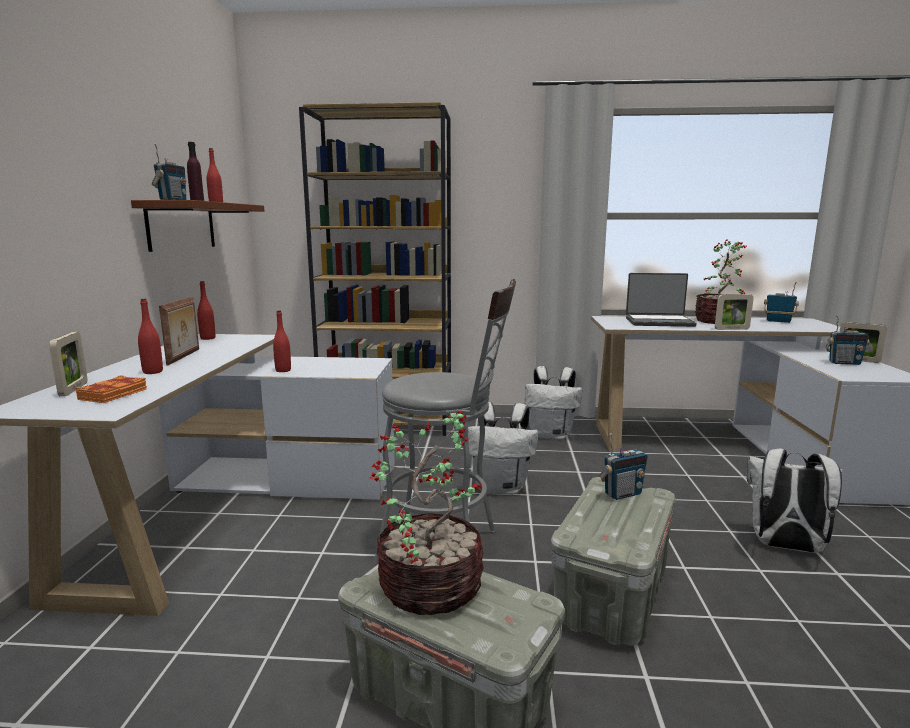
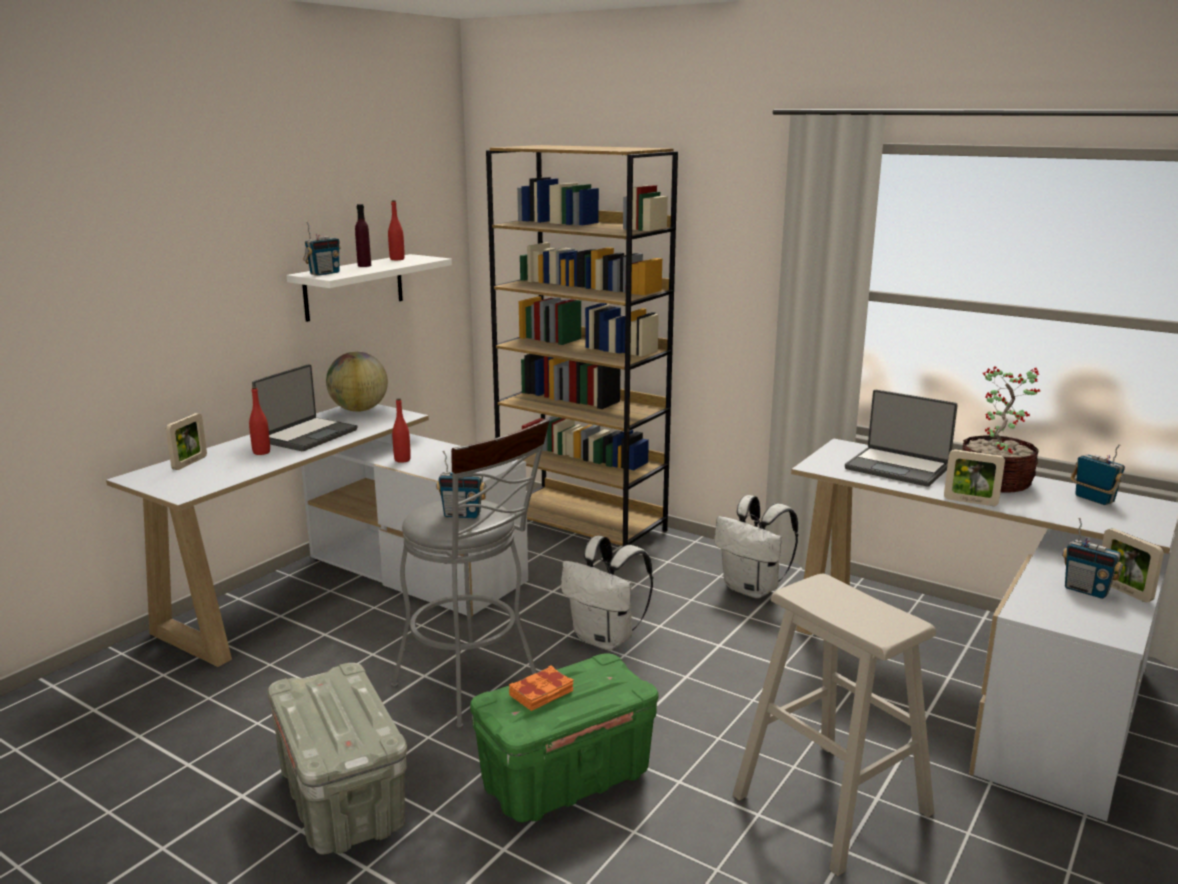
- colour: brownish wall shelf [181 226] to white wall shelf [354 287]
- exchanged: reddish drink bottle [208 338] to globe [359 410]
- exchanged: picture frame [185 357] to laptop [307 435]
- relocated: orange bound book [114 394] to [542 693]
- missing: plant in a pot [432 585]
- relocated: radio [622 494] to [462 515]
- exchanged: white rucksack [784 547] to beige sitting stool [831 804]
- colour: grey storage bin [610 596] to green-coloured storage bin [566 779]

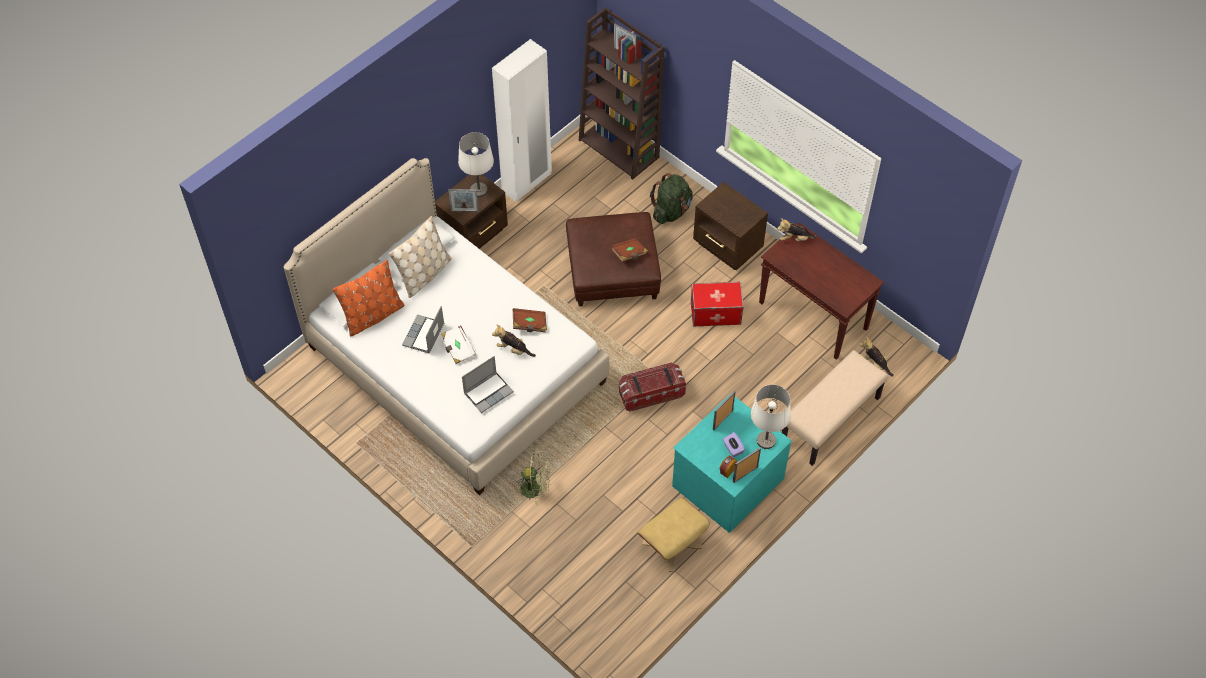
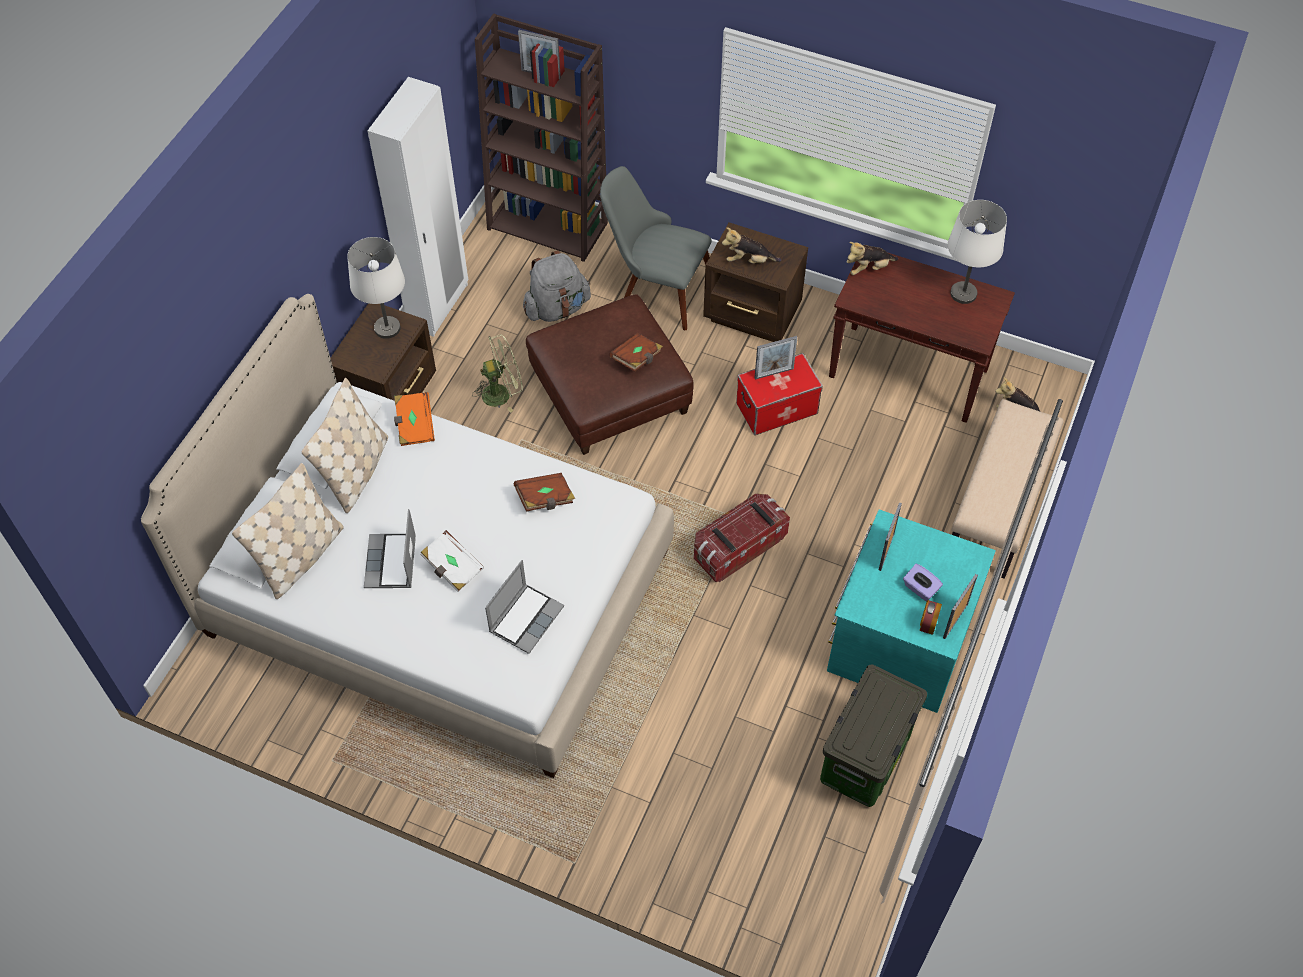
- exchanged: green-coloured rucksack [671 211] to grey upright chair [655 289]
- relocated: picture frame [464 211] to [774 373]
- colour: orange throw pillow [373 316] to beige throw pillow [300 557]
- relocated: soft toy [513 349] to [749 260]
- relocated: white tabletop lamp [765 440] to [963 294]
- relocated: green-coloured fan [535 488] to [502 393]
- exchanged: beige footrest [672 545] to storage bin [866 758]
- appeared: grey rucksack [557 308]
- appeared: orange bound book [414 425]

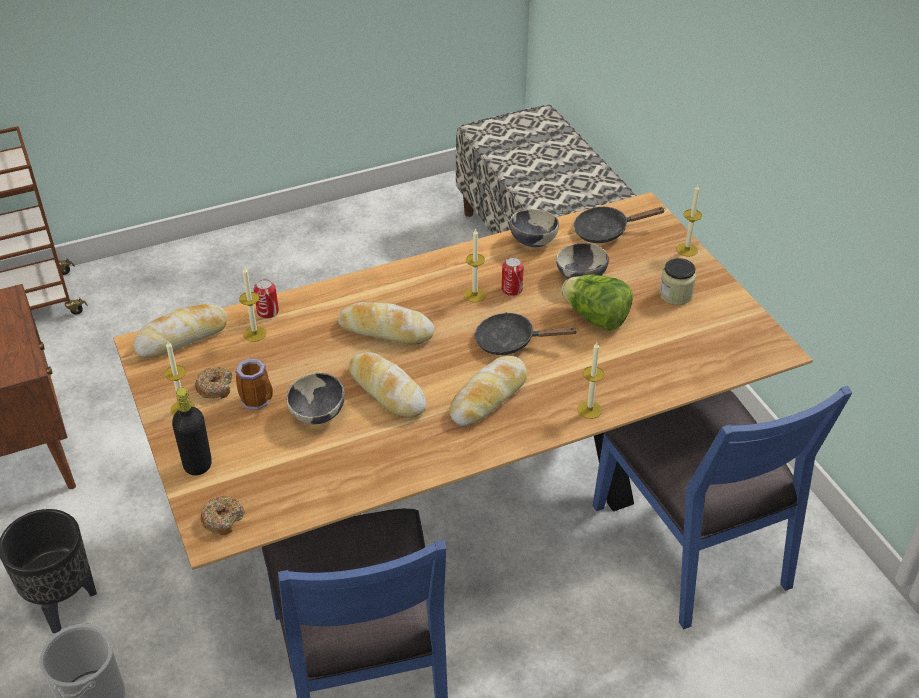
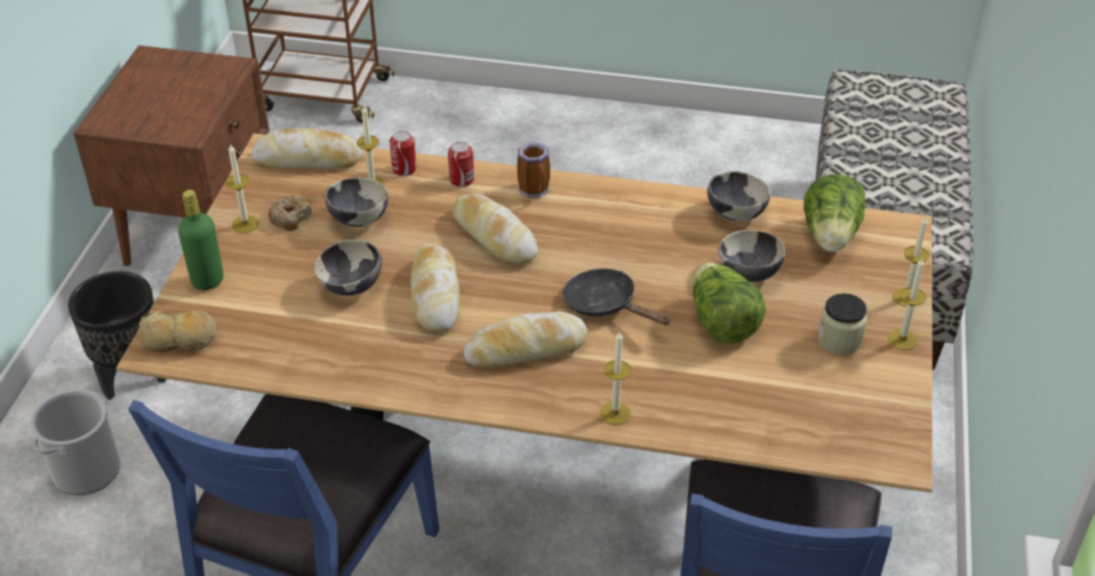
- exchanged: black skillet [606 231] to head of lettuce [830 237]
- relocated: candle [474 295] to [902 339]
- relocated: can [512 289] to [461 180]
- relocated: coffee mug [259 401] to [536 191]
- colour: black drink bottle [197 465] to green-coloured drink bottle [207 280]
- exchanged: doughnut [223 519] to bread [180 339]
- appeared: deep dish [358 219]

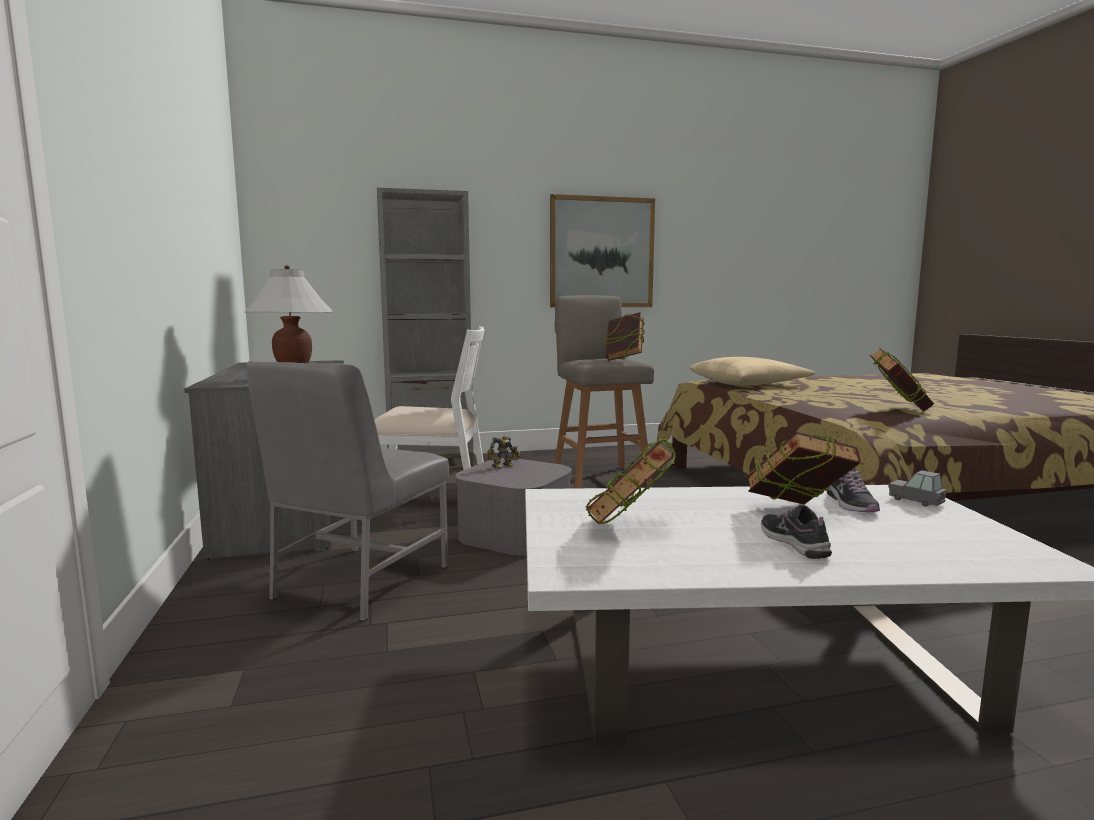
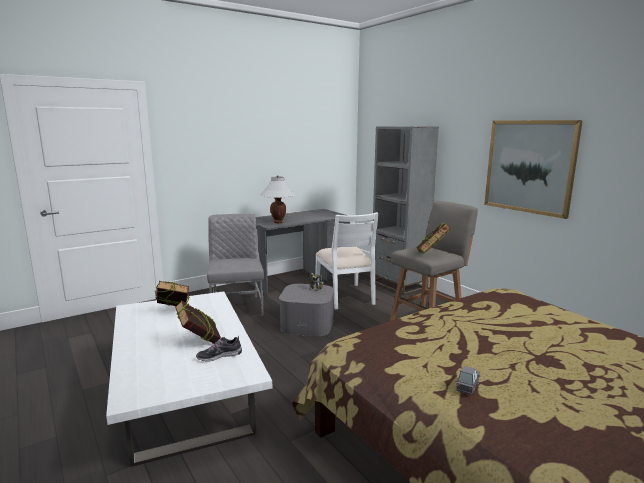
- missing: bound book [898 408]
- missing: beige throw pillow [749 384]
- spun: grey upright chair [358 583] = [237 307] 75 degrees clockwise
- relocated: grey miniature car [915 501] to [467 386]
- missing: low shoe [794 543]

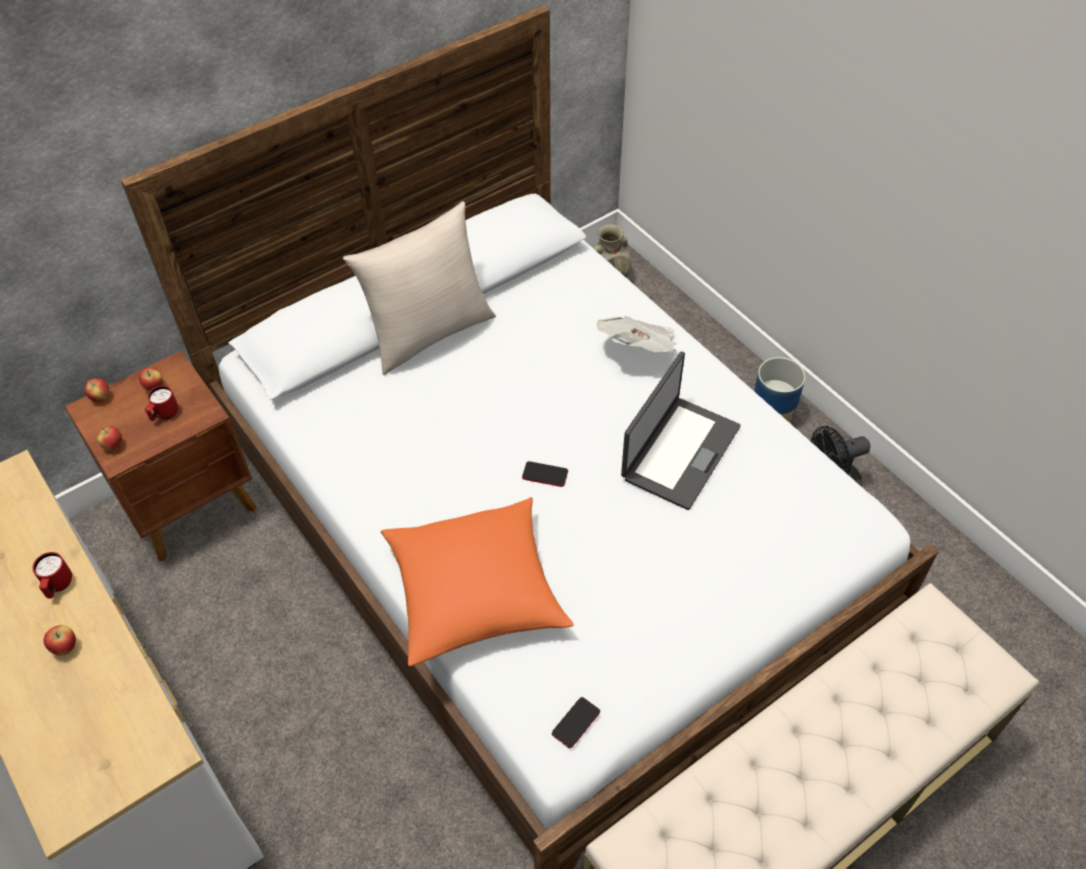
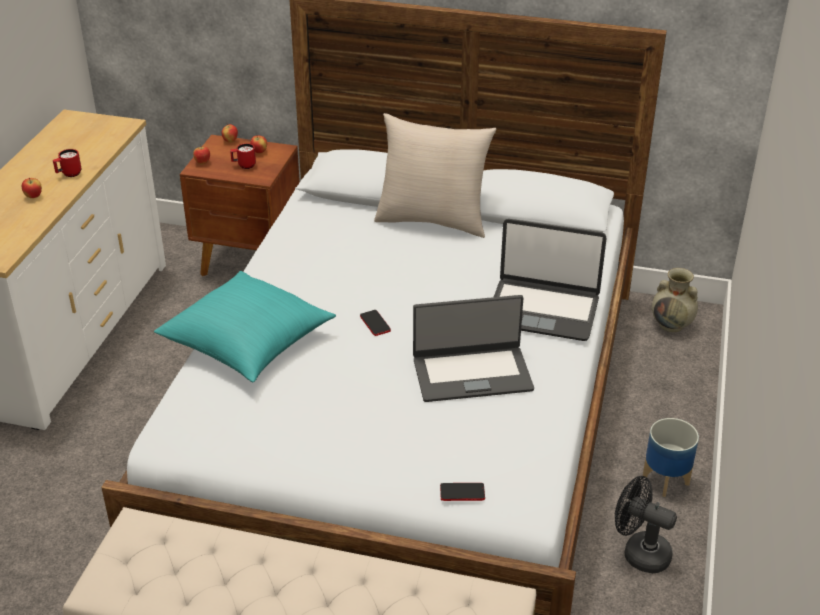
- exchanged: daily paper [639 349] to laptop [543 310]
- colour: orange throw pillow [475 592] to turquoise-coloured throw pillow [247 342]
- relocated: handset [576 723] to [462 492]

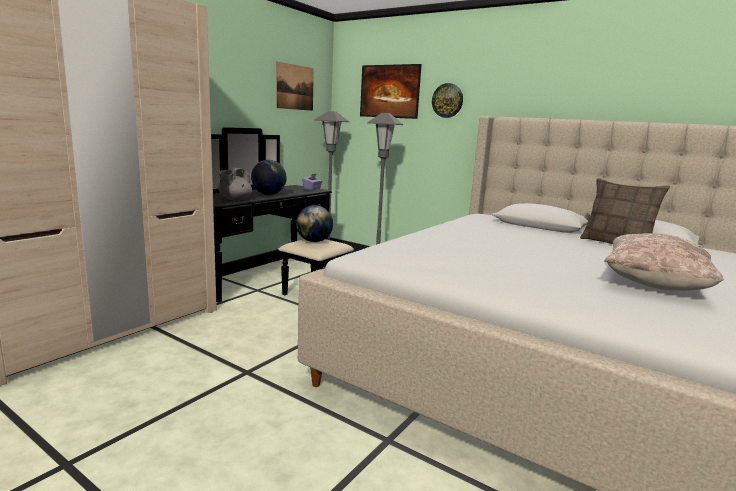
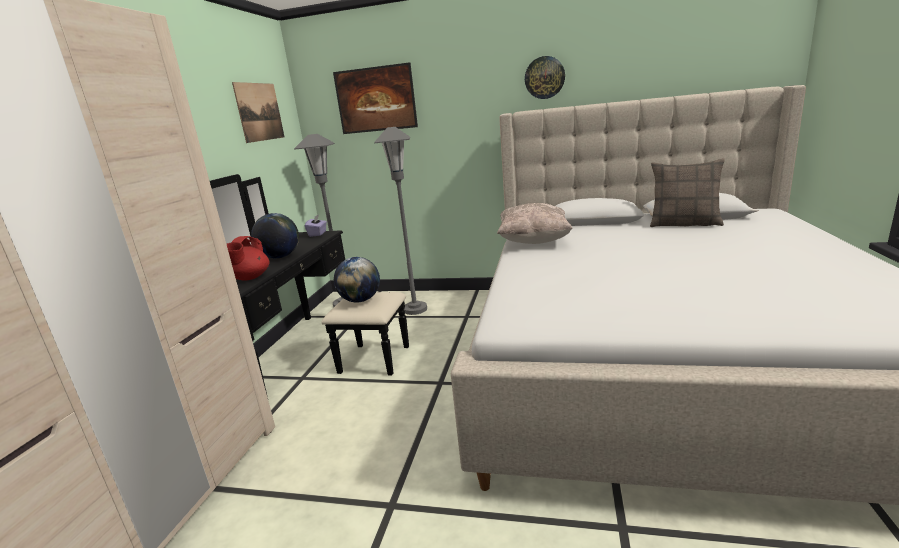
- relocated: wall clock [447 100] to [544 77]
- colour: grey teapot [234 199] to reddish teapot [249 278]
- relocated: beige throw pillow [654 285] to [533 241]

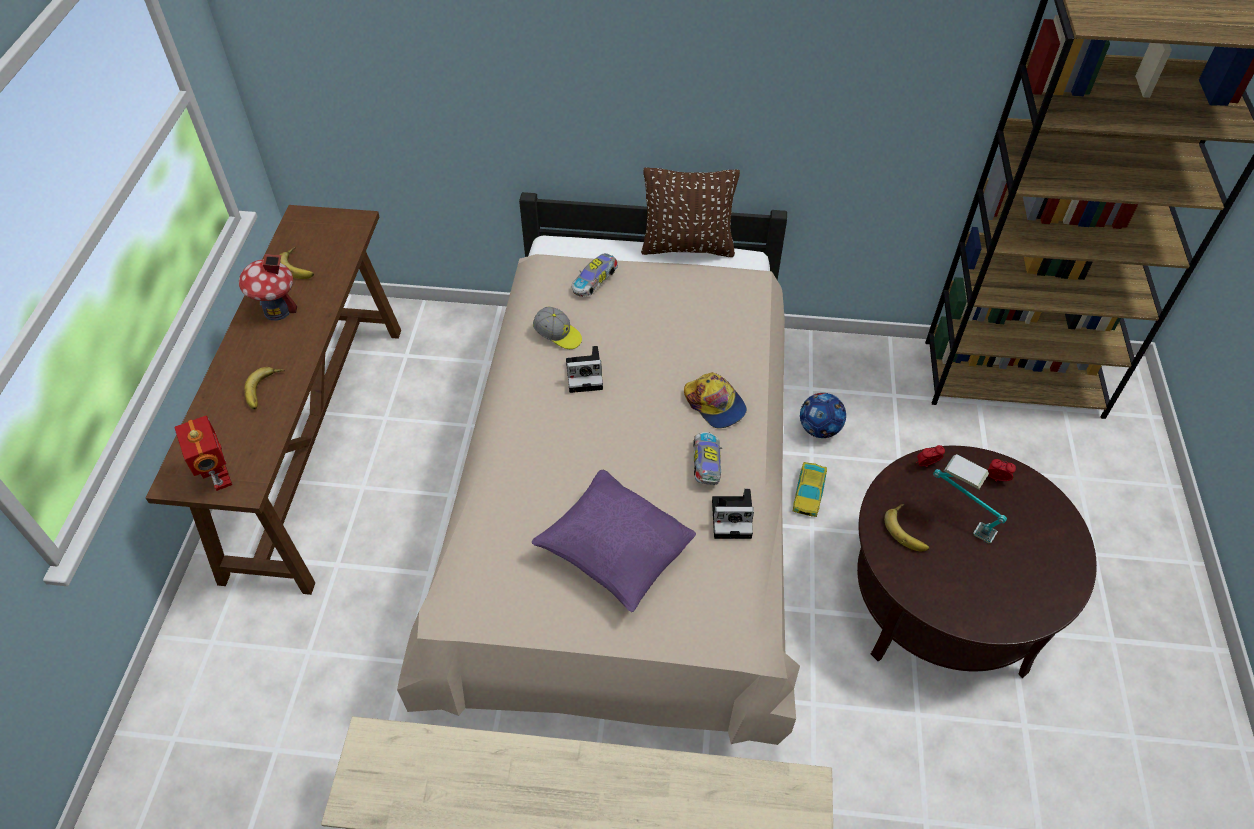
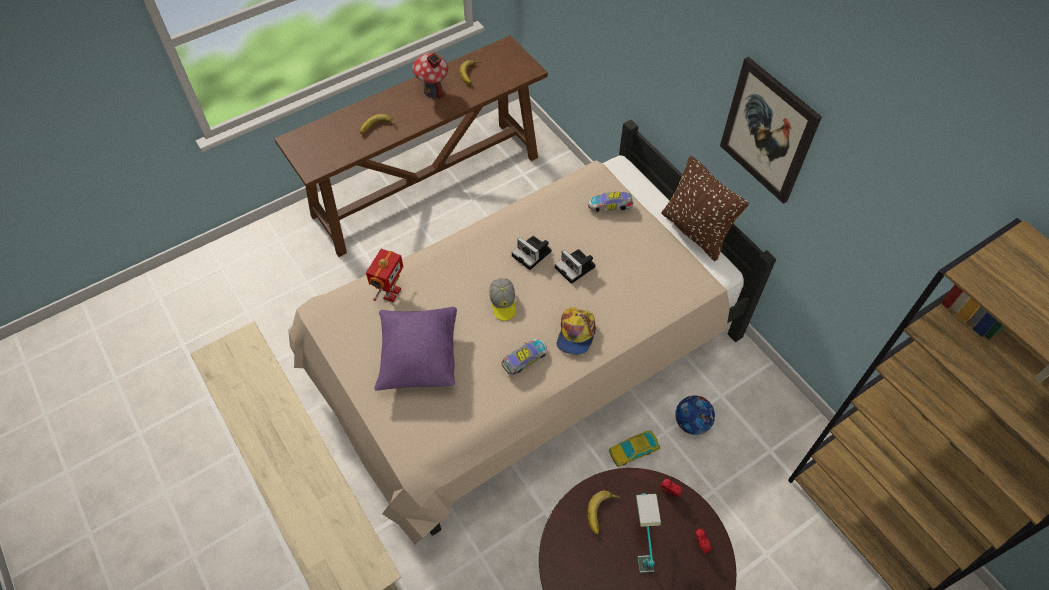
- relocated: peaked cap [558 335] to [503 303]
- relocated: robot figure [219 479] to [390 293]
- relocated: still camera [733 518] to [576 268]
- appeared: wall picture [768 131]

